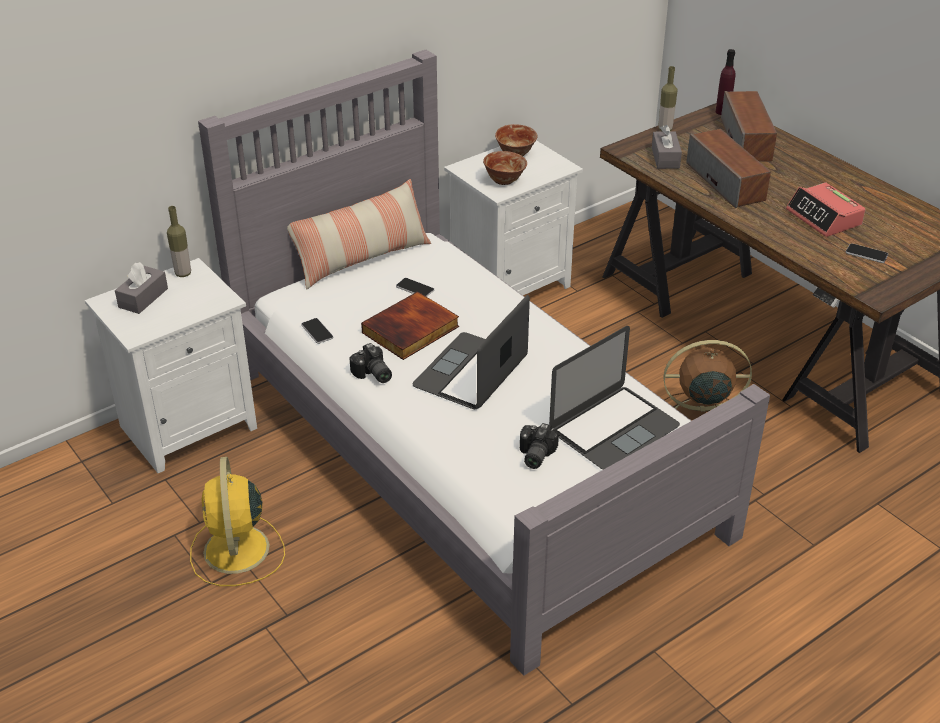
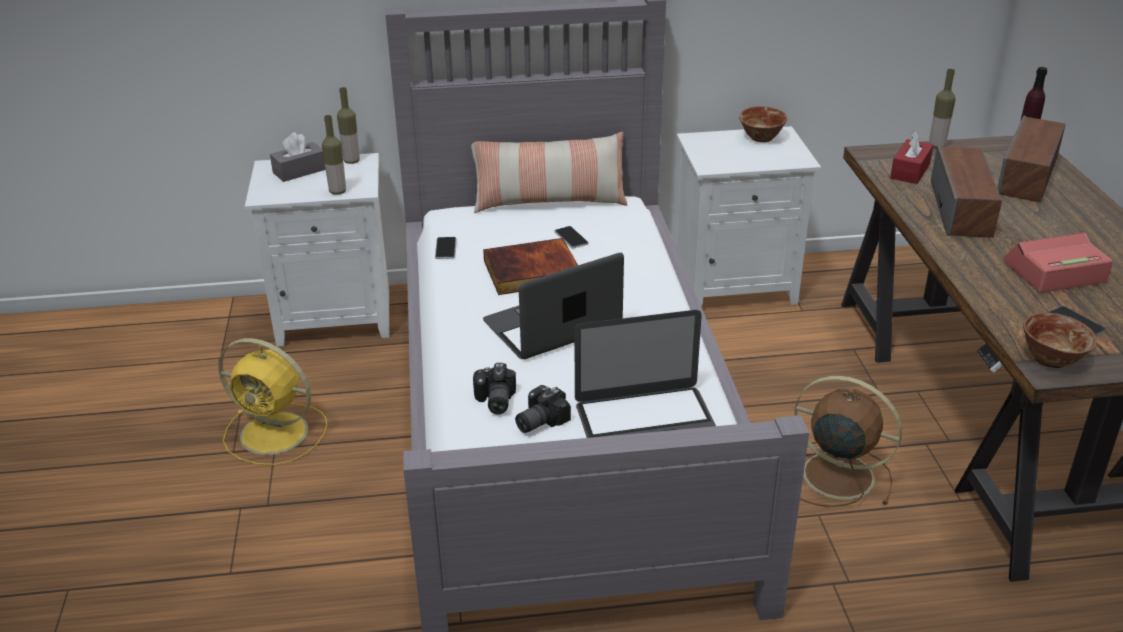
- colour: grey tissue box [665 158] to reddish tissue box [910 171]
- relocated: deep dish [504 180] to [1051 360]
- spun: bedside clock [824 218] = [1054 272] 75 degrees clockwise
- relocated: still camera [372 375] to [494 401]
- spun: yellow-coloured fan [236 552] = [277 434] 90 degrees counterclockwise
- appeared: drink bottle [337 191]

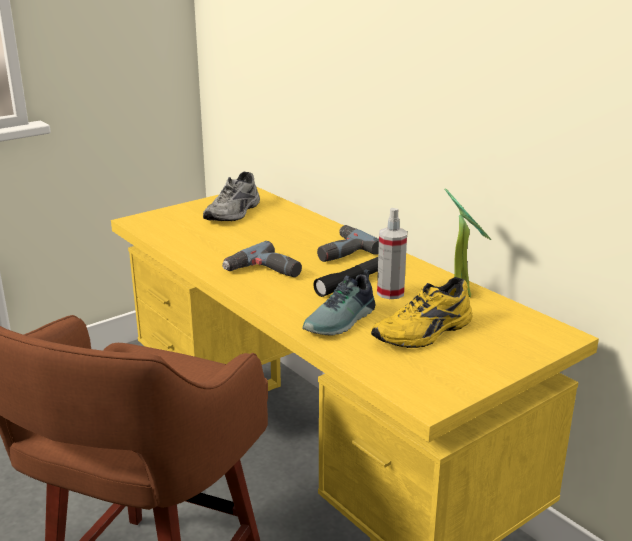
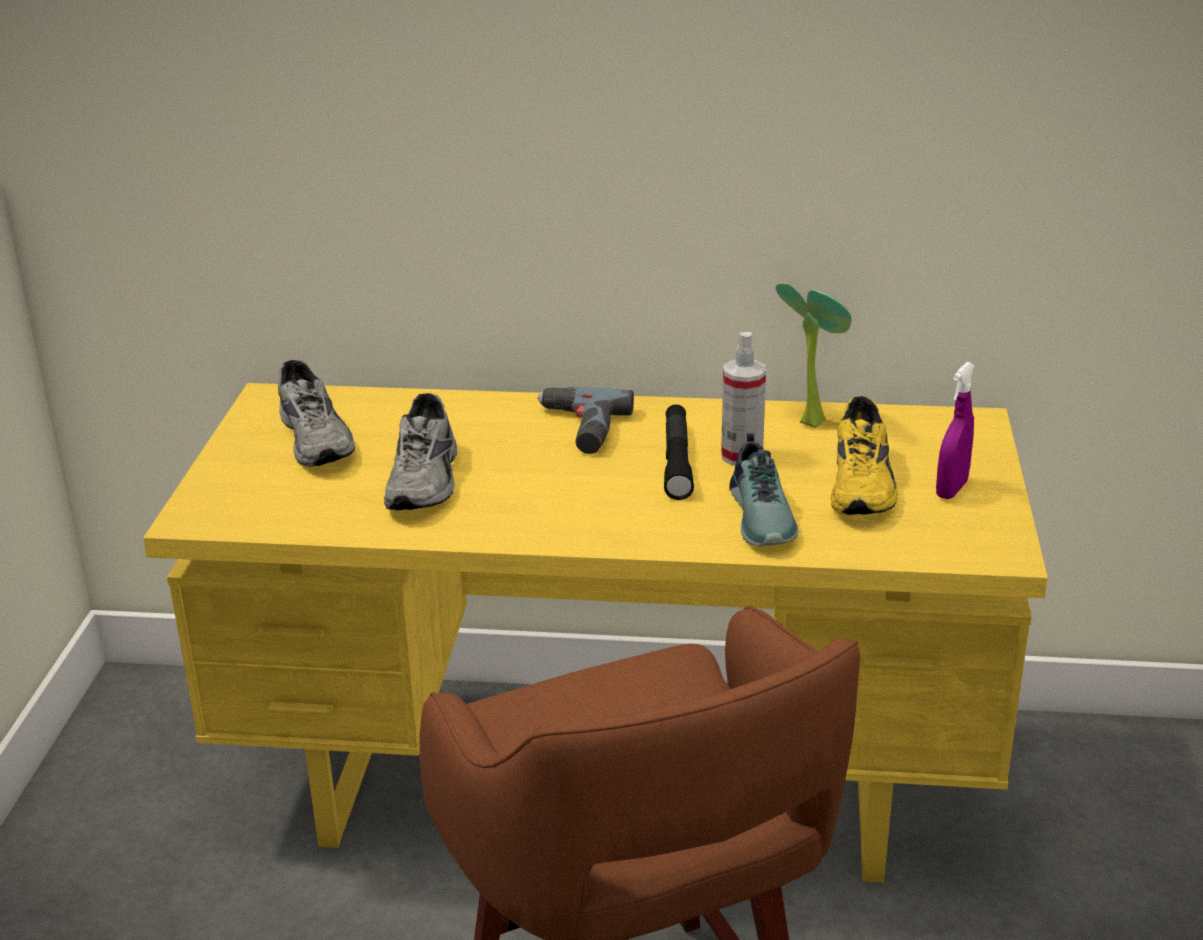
- missing: power drill [263 272]
- appeared: purple-coloured sprayer [951 490]
- appeared: grey low shoe [427 480]

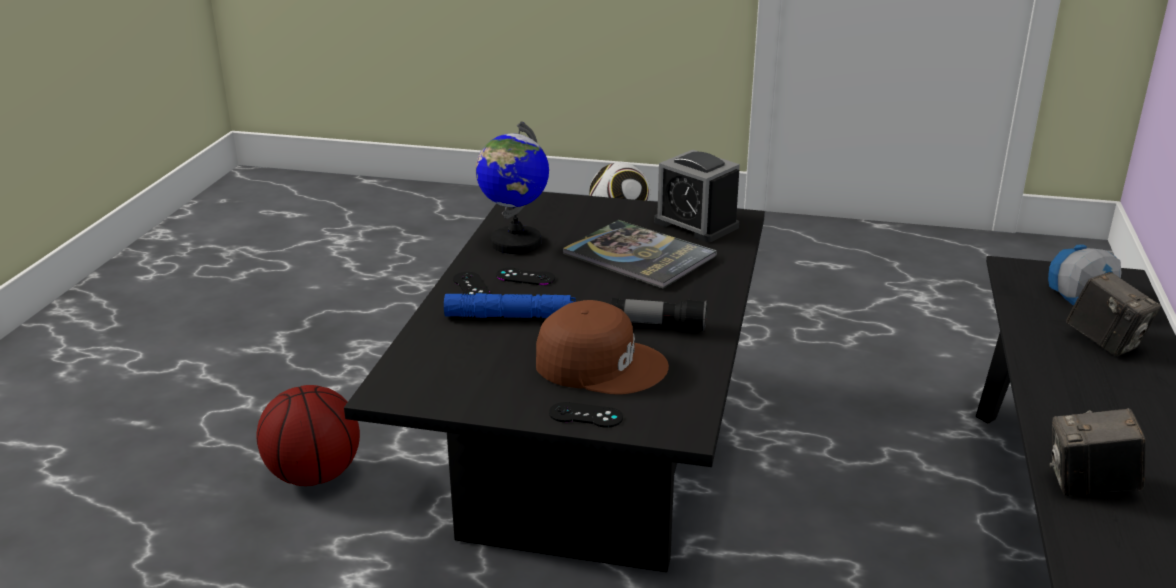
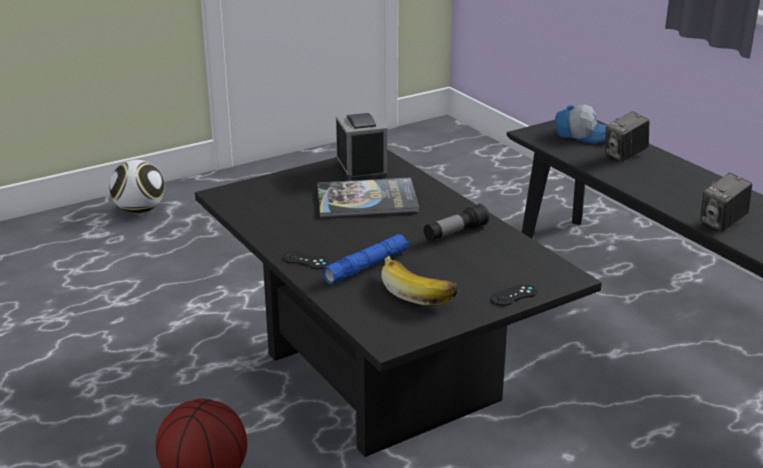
- missing: globe [515 243]
- spun: bedside clock [696 224] = [361 168] 105 degrees counterclockwise
- missing: black gamepad [525 277]
- spun: still camera [1105 342] = [625 155] 135 degrees clockwise
- missing: brownish peaked cap [600 363]
- appeared: whole banana [419 291]

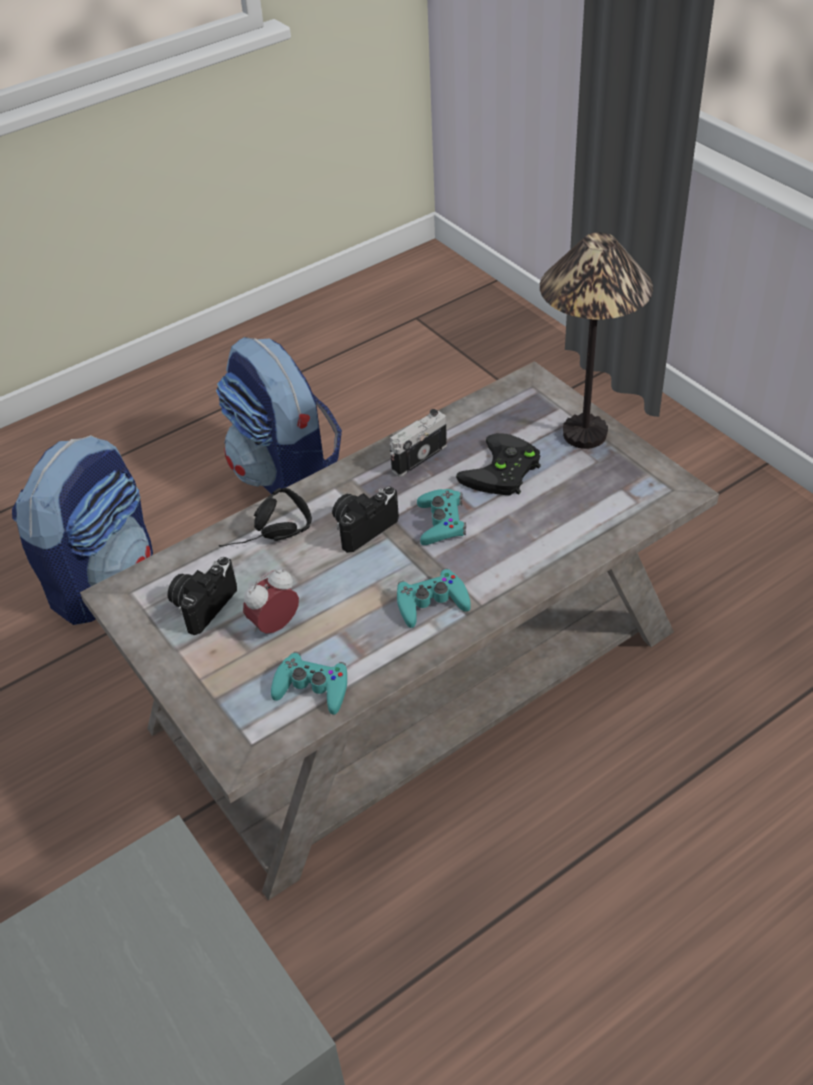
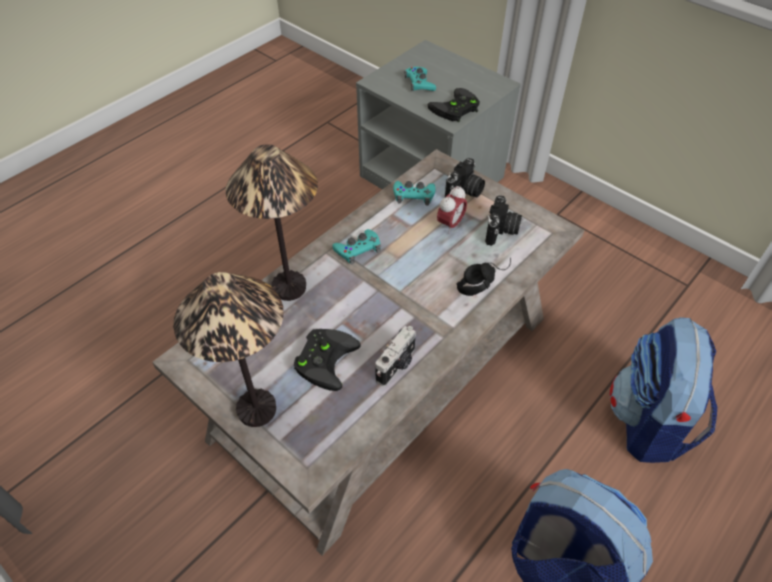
- relocated: still camera [362 527] to [464 192]
- relocated: turquoise-coloured gamepad [441 522] to [419 83]
- appeared: black gamepad [455 109]
- appeared: tabletop lamp [290 288]

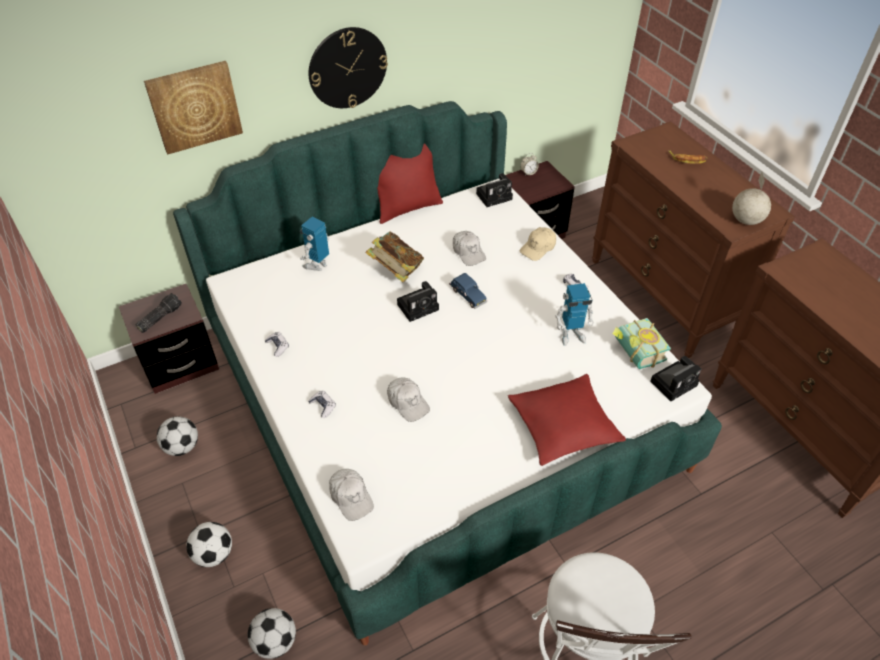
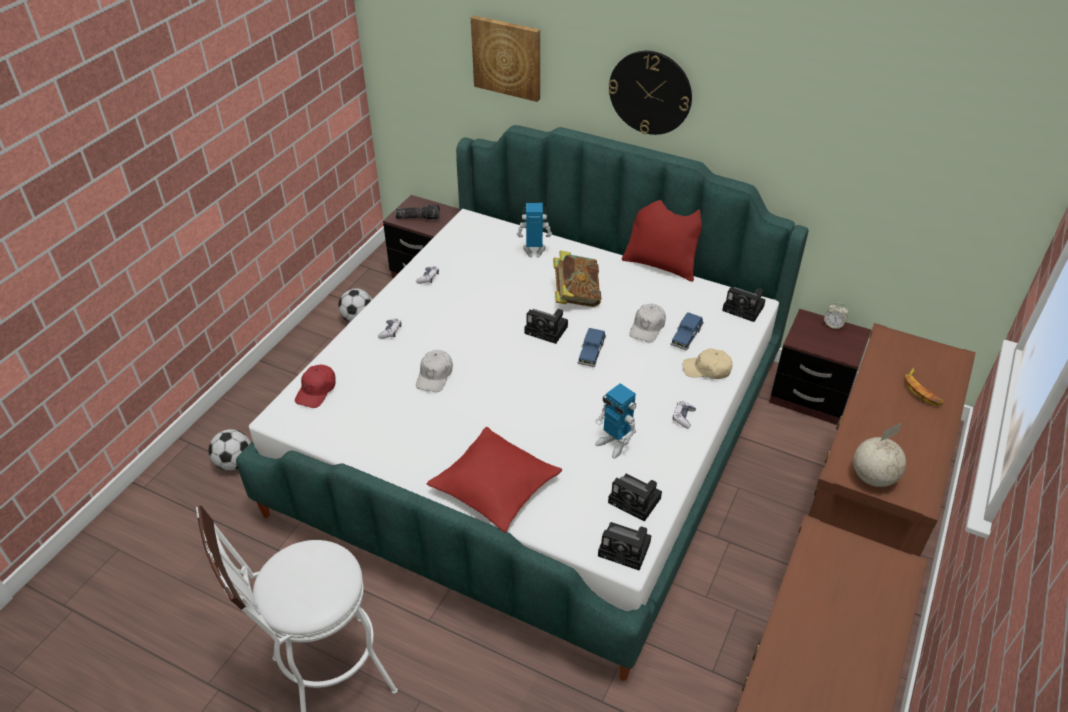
- exchanged: bound book [634 353] to still camera [636 501]
- colour: white peaked cap [351 497] to reddish peaked cap [316 391]
- missing: football ball [214 554]
- appeared: blue miniature car [686 337]

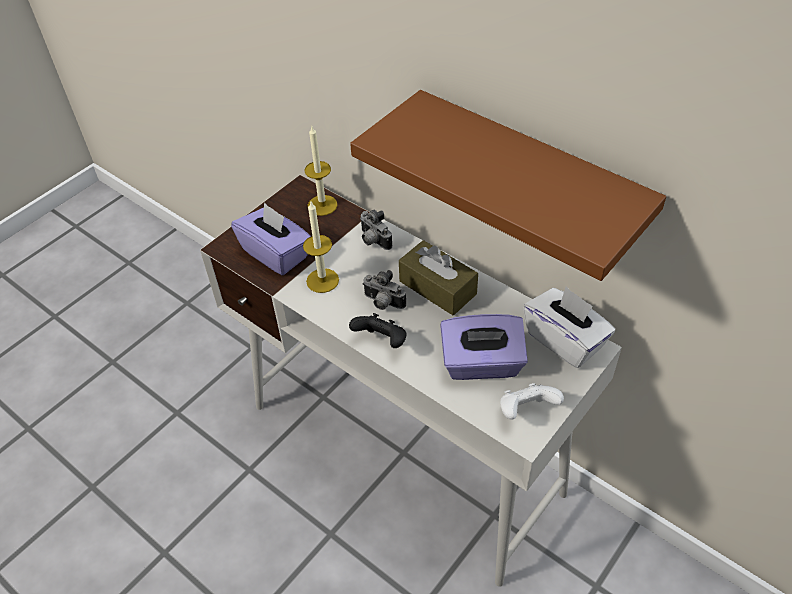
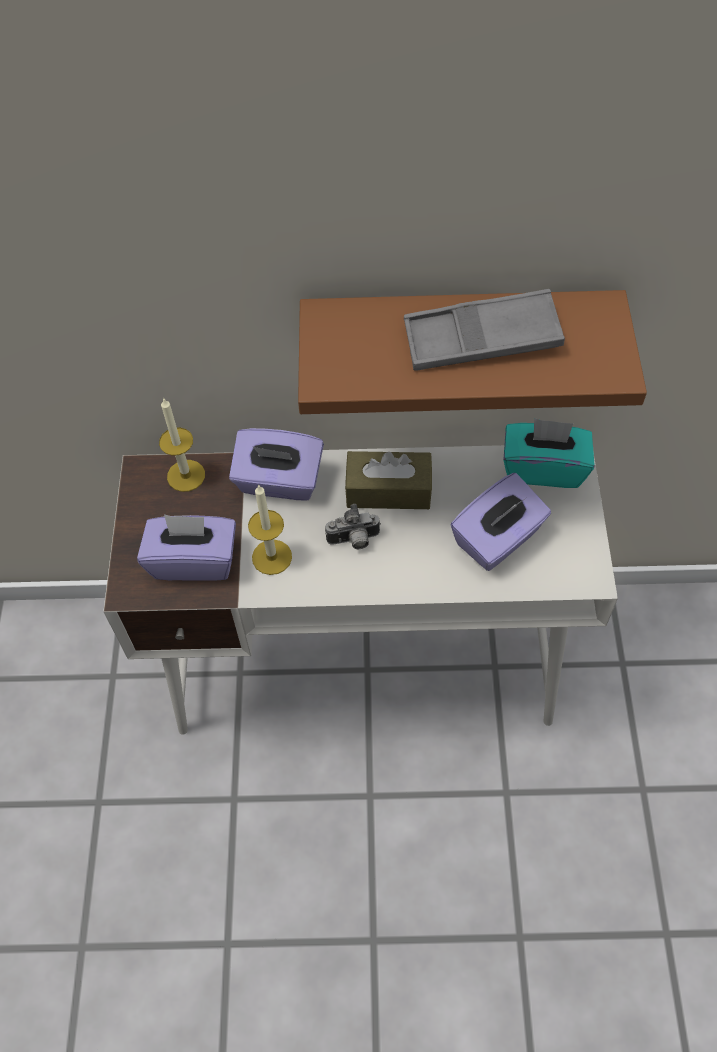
- exchanged: still camera [373 241] to purple-coloured tissue box [279 481]
- colour: white tissue box [565 340] to turquoise-coloured tissue box [543 468]
- missing: black gamepad [382 341]
- missing: white gamepad [526 411]
- appeared: grey tray [481 339]

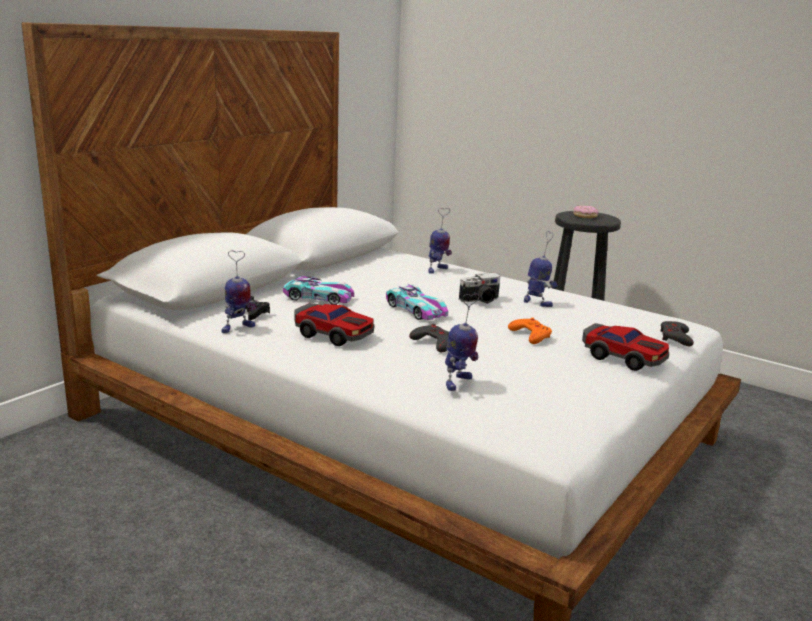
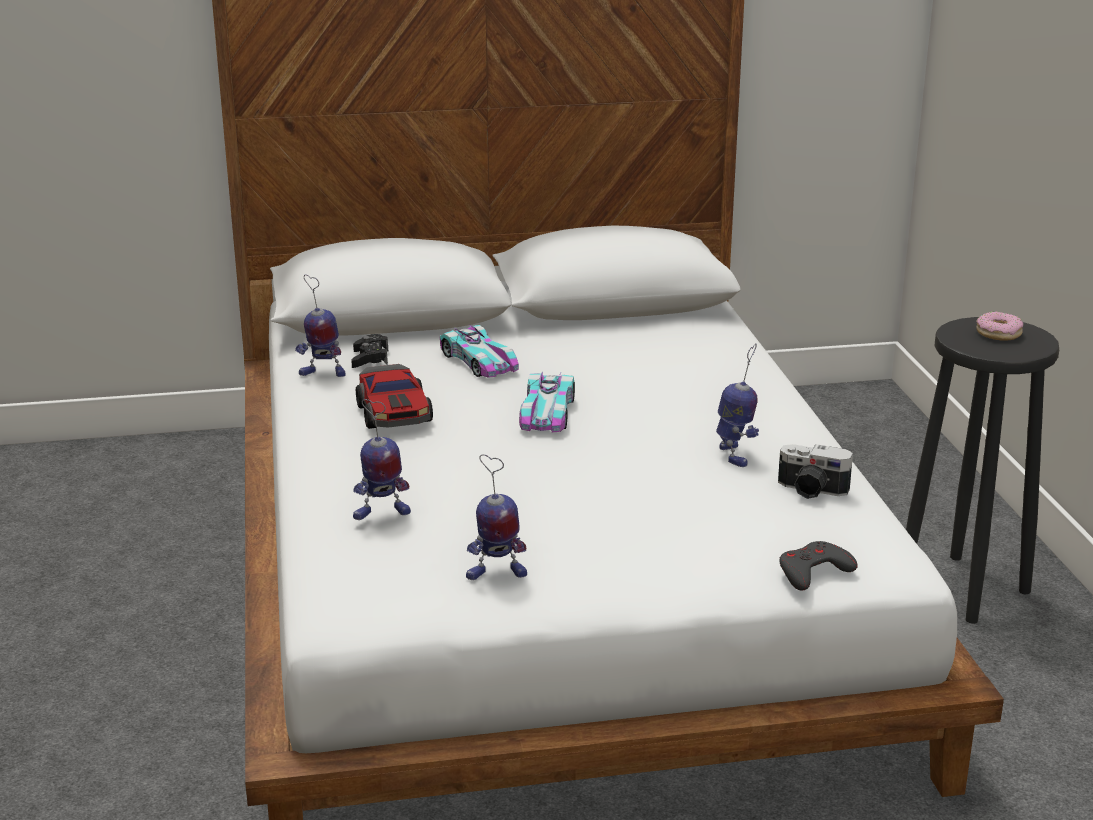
- relocated: robot figure [437 270] to [496 574]
- relocated: still camera [481 300] to [811 490]
- missing: orange gamepad [530 335]
- missing: miniature car [624 357]
- missing: grey gamepad [434 342]

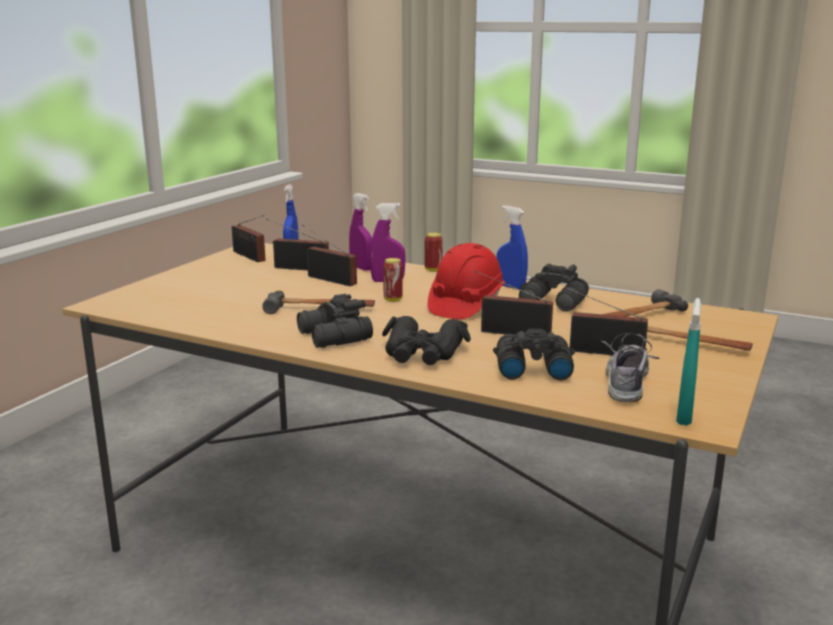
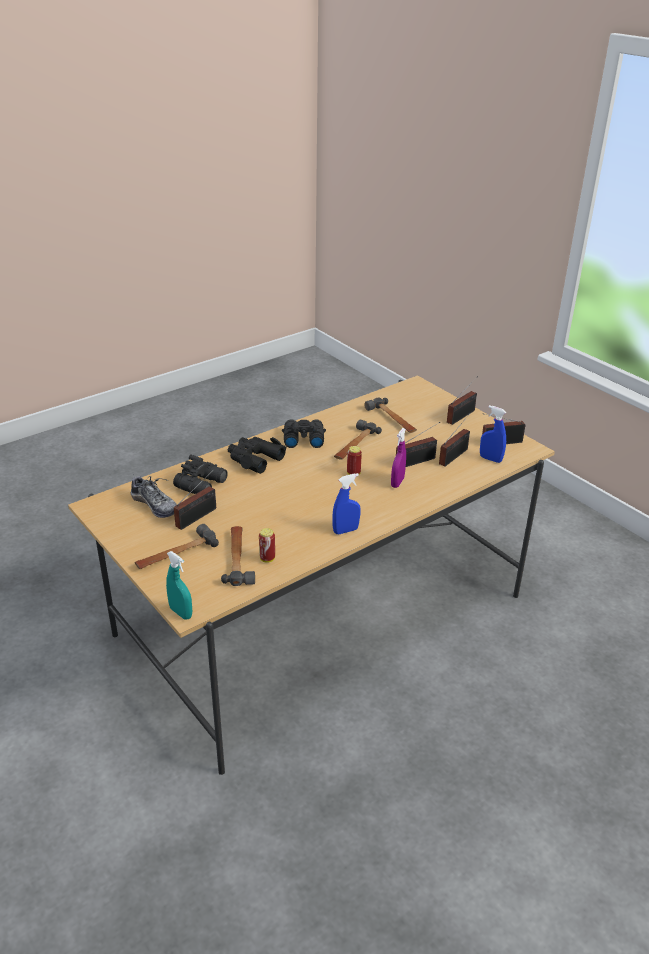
- missing: purple-coloured sprayer [361 268]
- relocated: can [433 270] to [267 559]
- missing: reddish hard hat [465 305]
- missing: black pair of binoculars [554 303]
- relocated: radio [512 332] to [462 416]
- relocated: turquoise-coloured sprayer [684 417] to [181 612]
- appeared: hammer [392 420]

